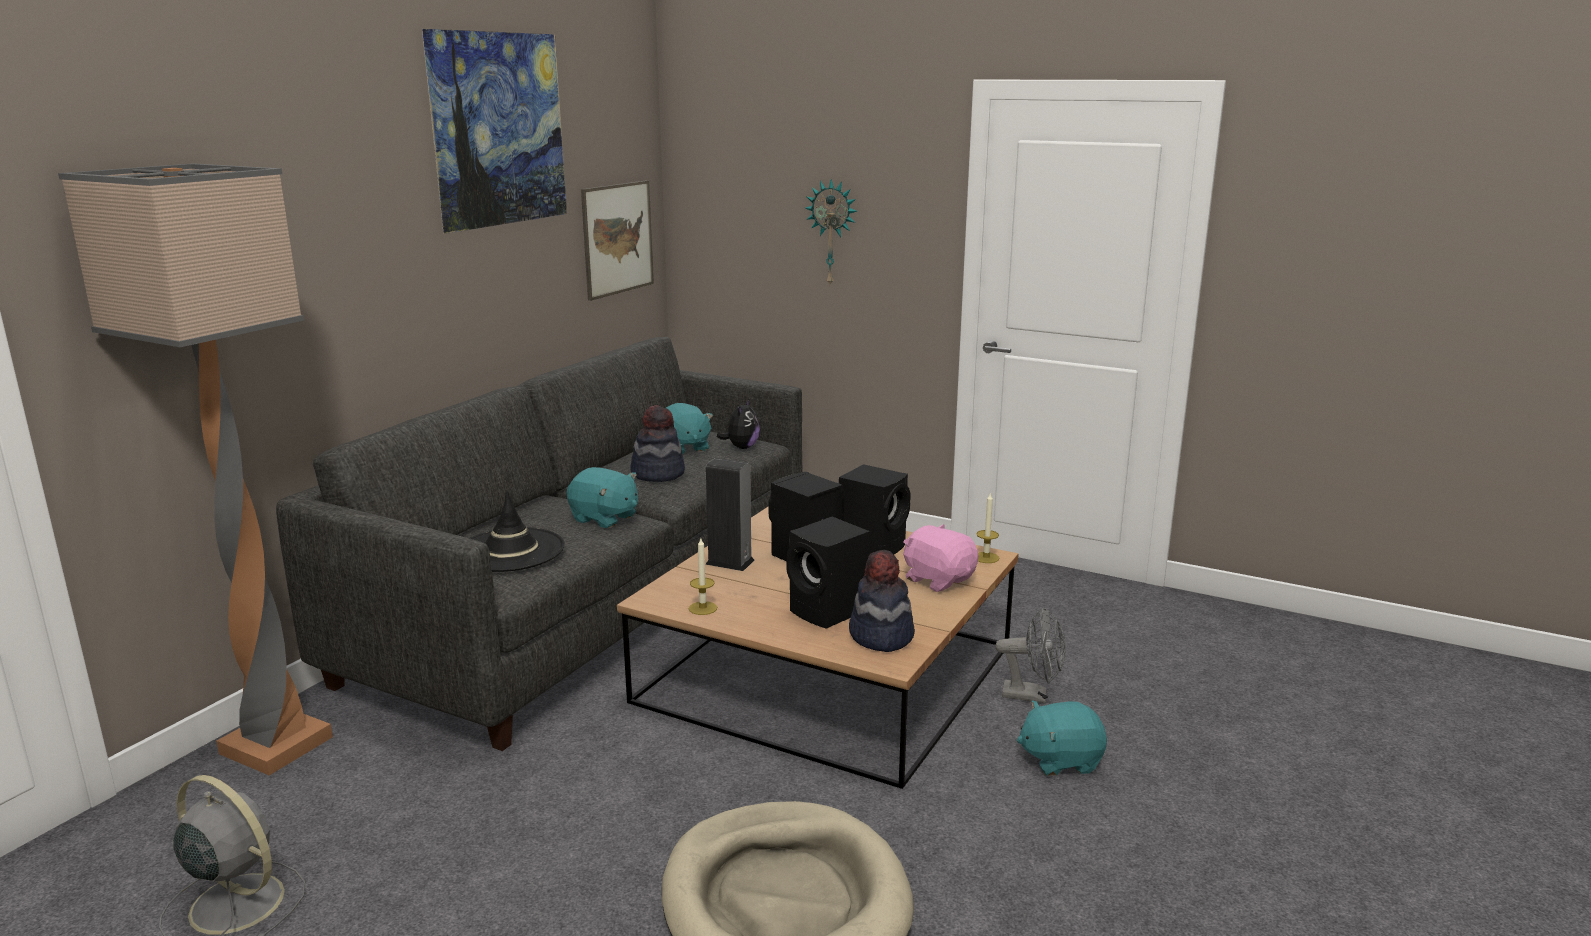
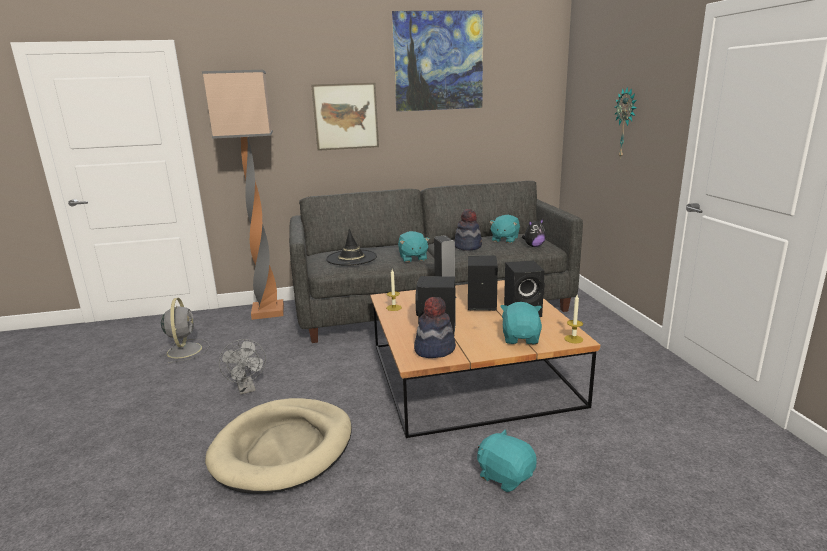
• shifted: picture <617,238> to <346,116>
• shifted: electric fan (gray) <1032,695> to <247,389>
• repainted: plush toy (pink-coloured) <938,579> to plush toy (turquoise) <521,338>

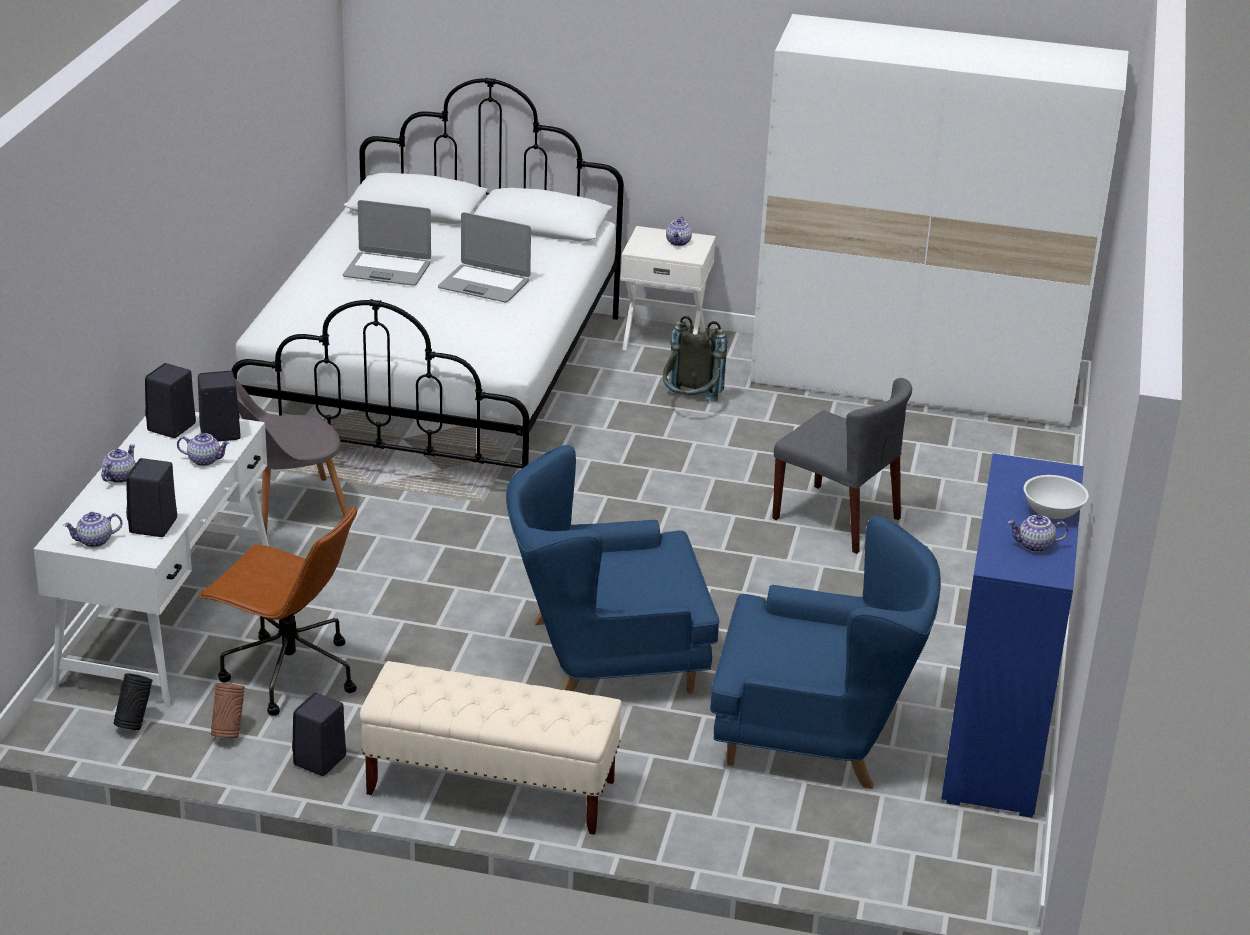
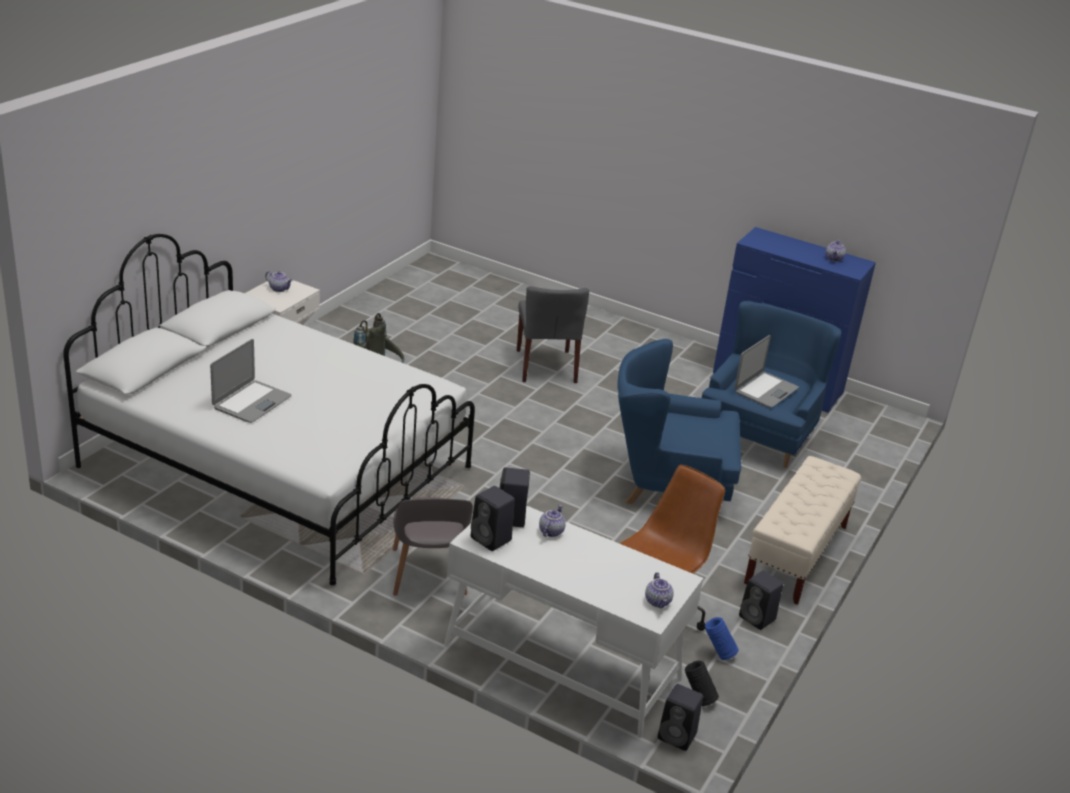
• gone: teapot <119,477>
• gone: armoire (white) <914,382>
• gone: deep dish (white) <1052,511>
• shifted: audio speaker (blackish) <153,526> to <678,736>
• shifted: portable computer <484,284> to <765,390>
• repainted: vase (brown) <229,733> to vase (blue-coloured) <718,654>
• rotated: lounge chair (blue-coloured) <606,657> = <668,481> 90 degrees clockwise
• rotated: upright chair (gray) <837,519> = <546,366> 120 degrees clockwise

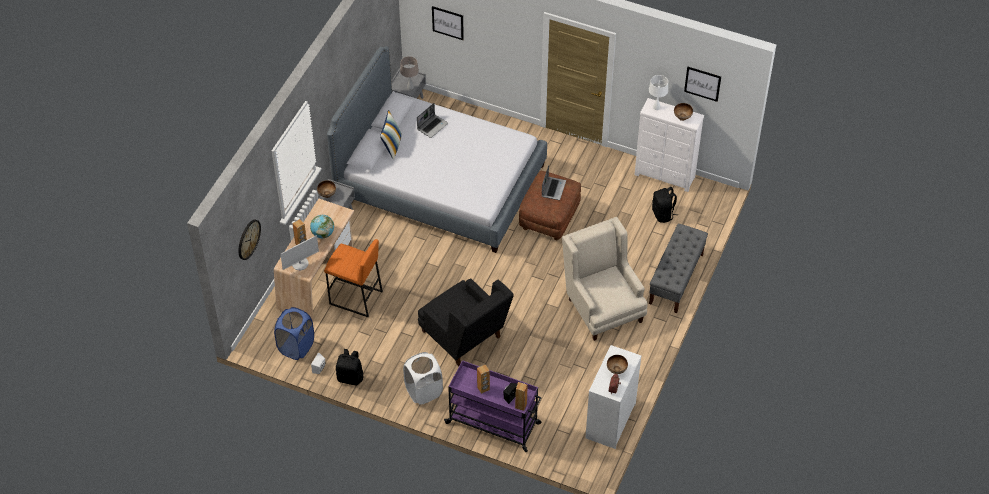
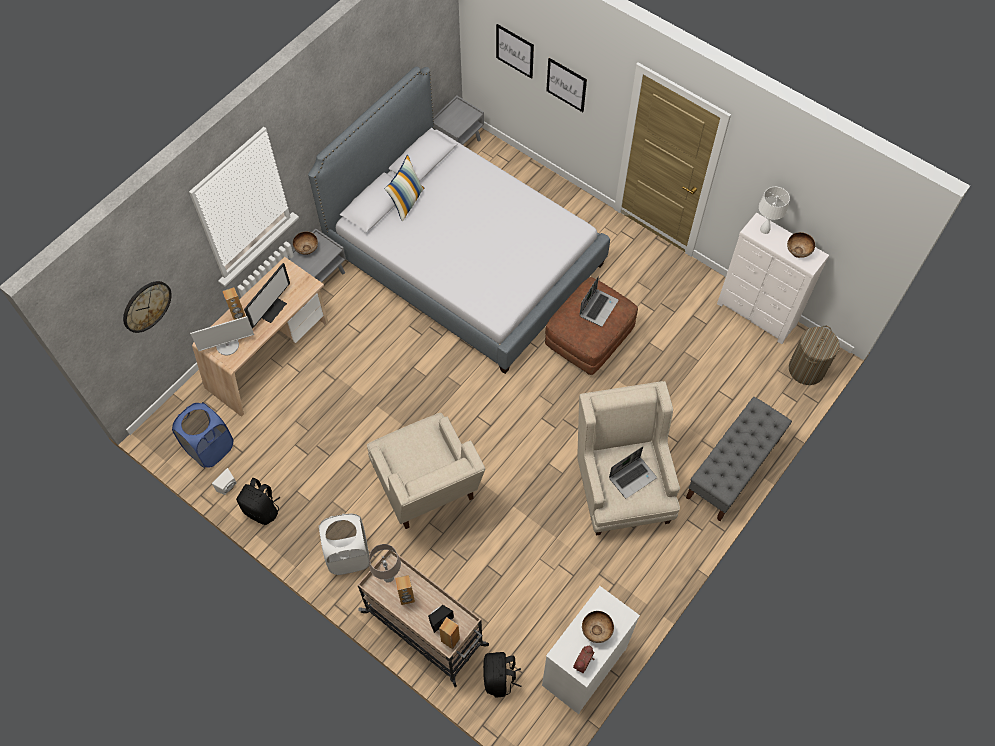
• gone: stool (orange) <355,298>
• new: washing basket <806,369>
• shifted: tabletop lamp (beige) <410,87> to <388,577>
• shifted: portable computer <432,126> to <632,477>
• shifted: backpack (blackish) <663,214> to <499,679>
• shifted: picture <702,83> to <566,84>
• swapped: world globe <323,234> to computer display <272,309>
• repainted: lounge chair (blackish) <465,338> to lounge chair (beige) <428,489>
• repainted: trolley (purplish) <494,423> to trolley (beige) <426,629>

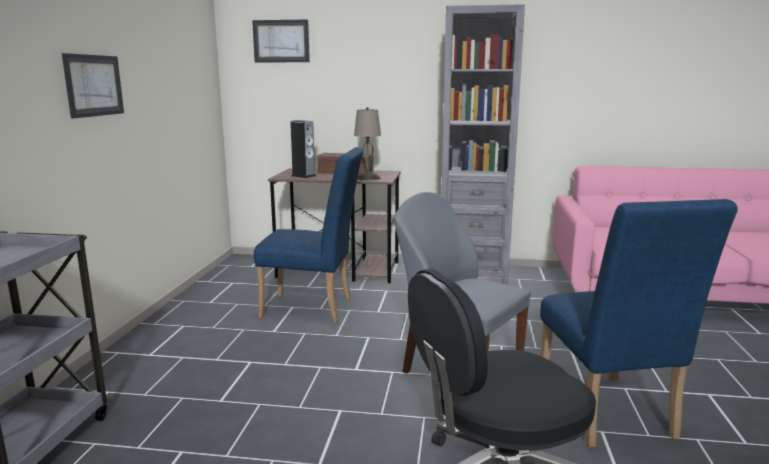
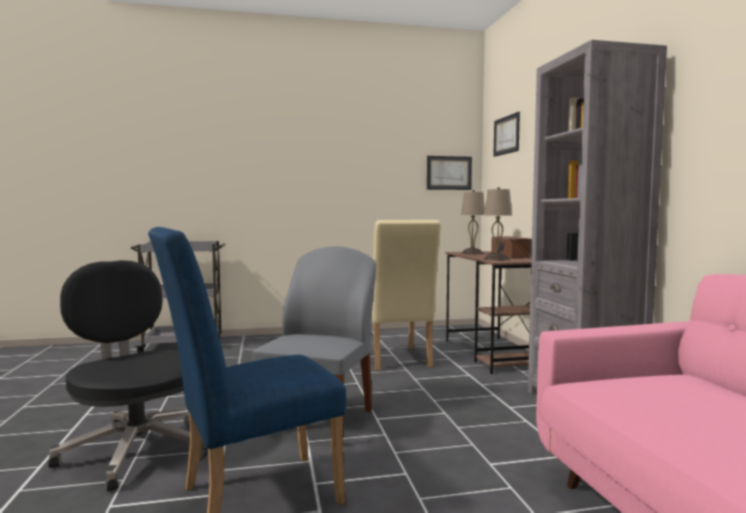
• shifted: picture <94,85> to <449,173>
• swapped: audio speaker <303,176> to tabletop lamp (beige) <472,253>
• repainted: upright chair (blue-coloured) <314,308> to upright chair (beige) <396,360>

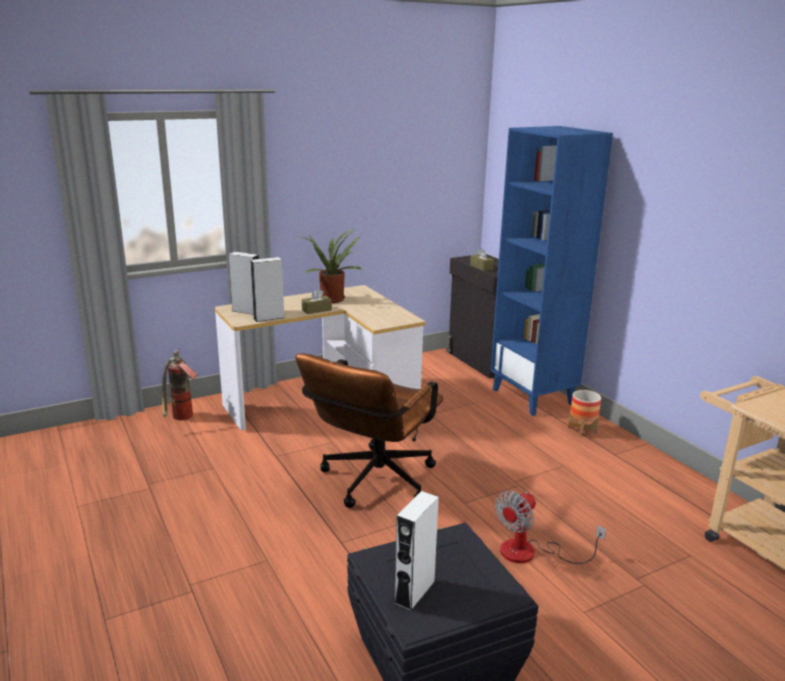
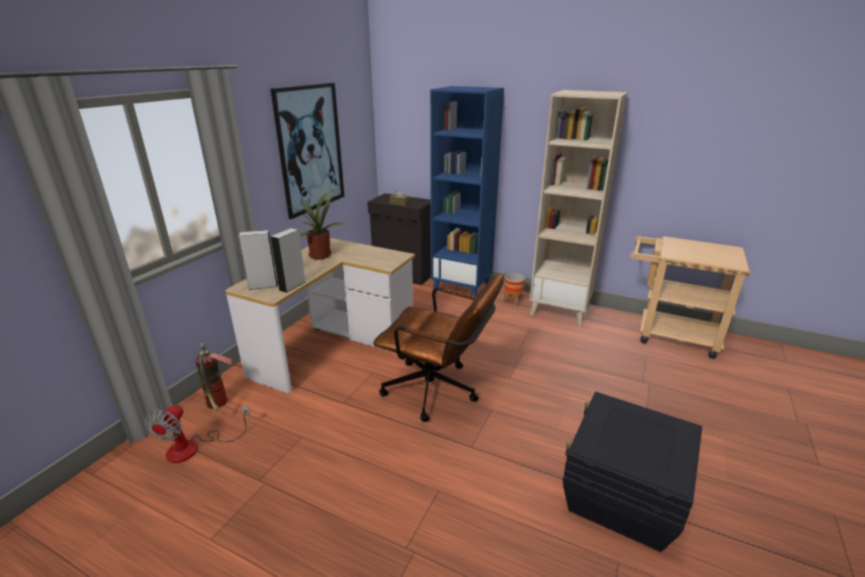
• gone: box of tissues (brown) <316,310>
• gone: audio speaker (white) <414,592>
• new: picture <310,149>
• new: shelving unit (beige) <560,311>
• shifted: electric fan <531,553> to <194,447>
• rotated: desk chair (brown) <372,483> = <438,391> 60 degrees counterclockwise

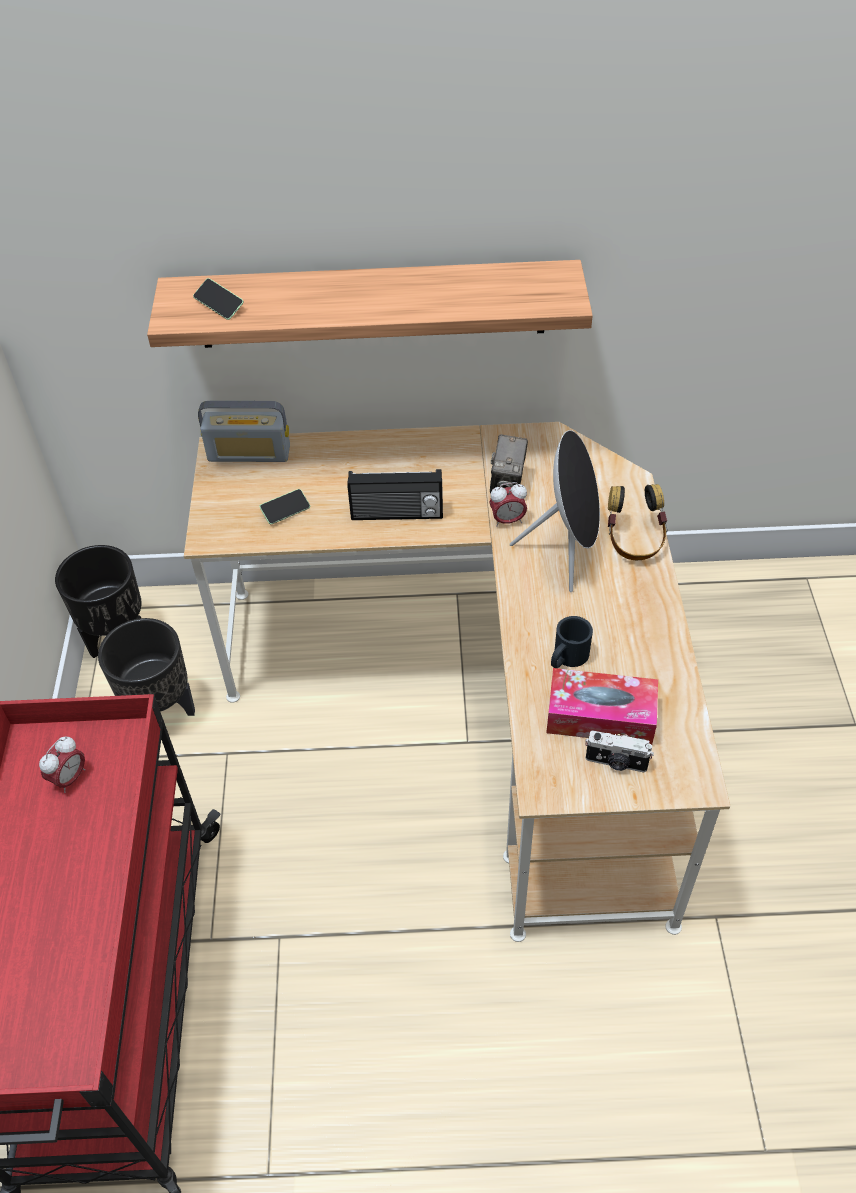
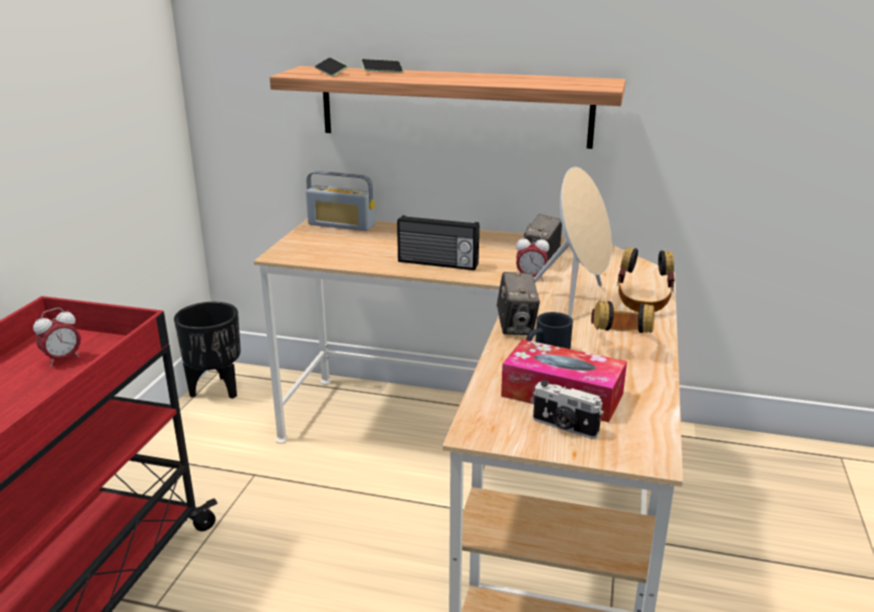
• gone: plant pot (blackish) <161,712>
• new: photo camera <516,327>
• new: headset <619,342>
• shifted: telephone <286,511> to <382,72>
• repainted: audio speaker (blackish) <566,552> to audio speaker (beige) <575,300>

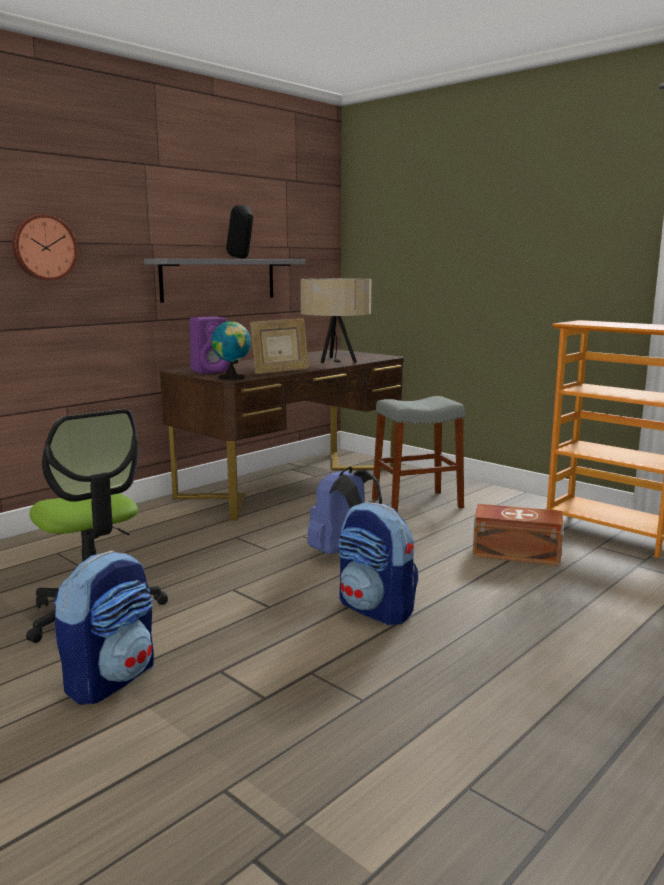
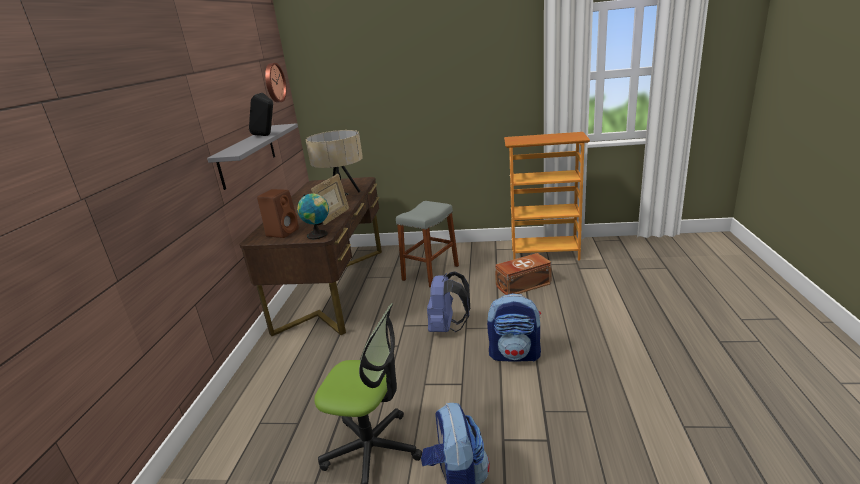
• shifted: clock on the wall <44,247> to <274,83>
• repainted: audio speaker (purplish) <211,371> to audio speaker (brown) <283,232>

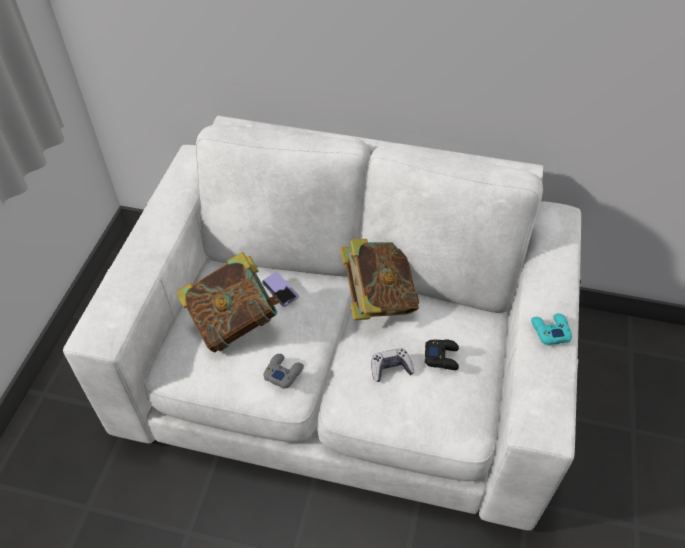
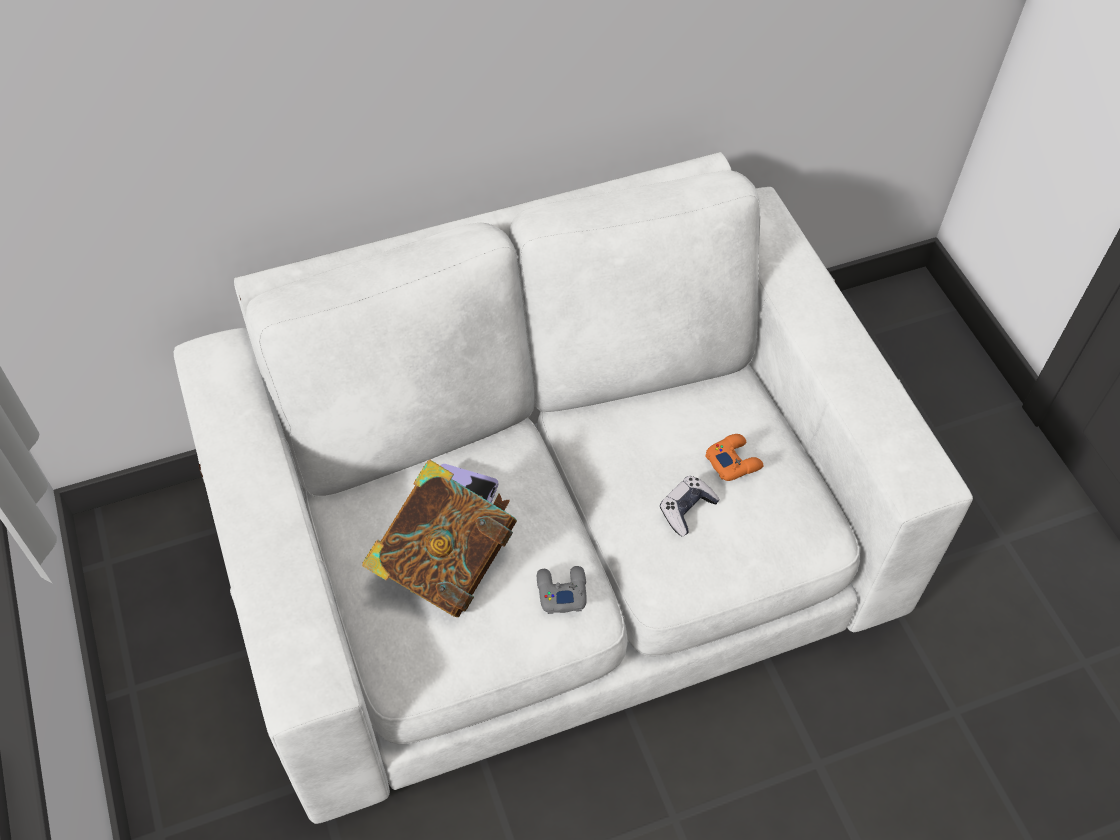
• gone: book <378,298>
• gone: game controller (turquoise) <550,331>
• repainted: game controller (blackish) <442,357> to game controller (orange) <733,461>

